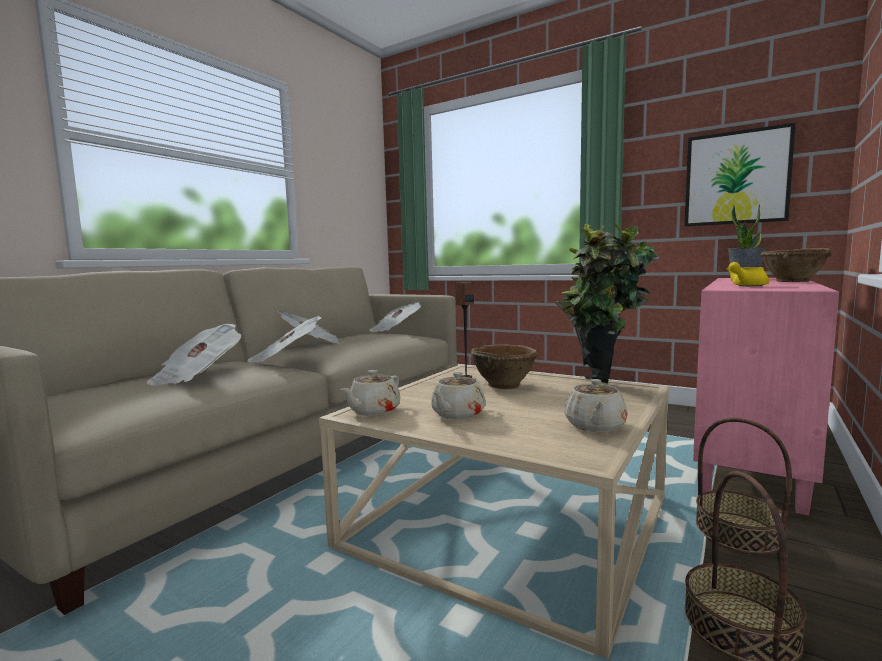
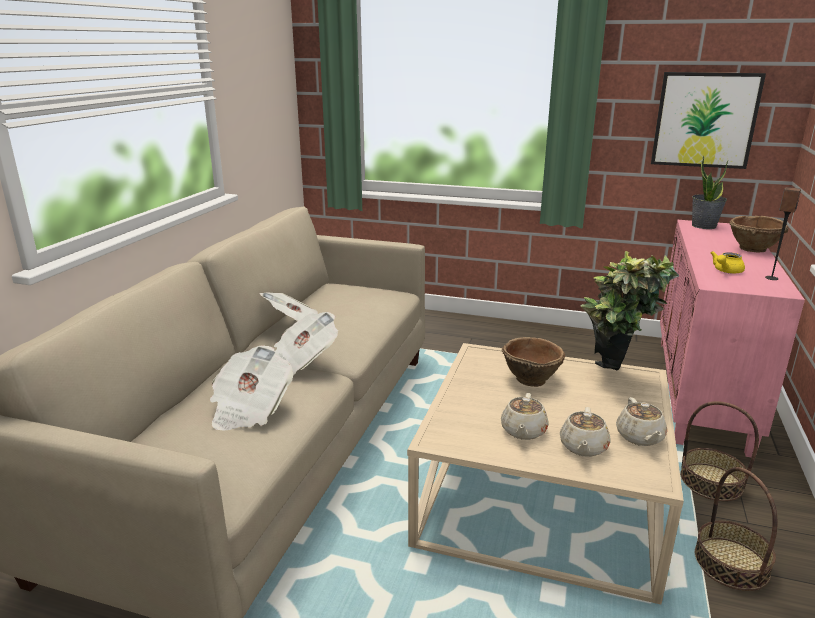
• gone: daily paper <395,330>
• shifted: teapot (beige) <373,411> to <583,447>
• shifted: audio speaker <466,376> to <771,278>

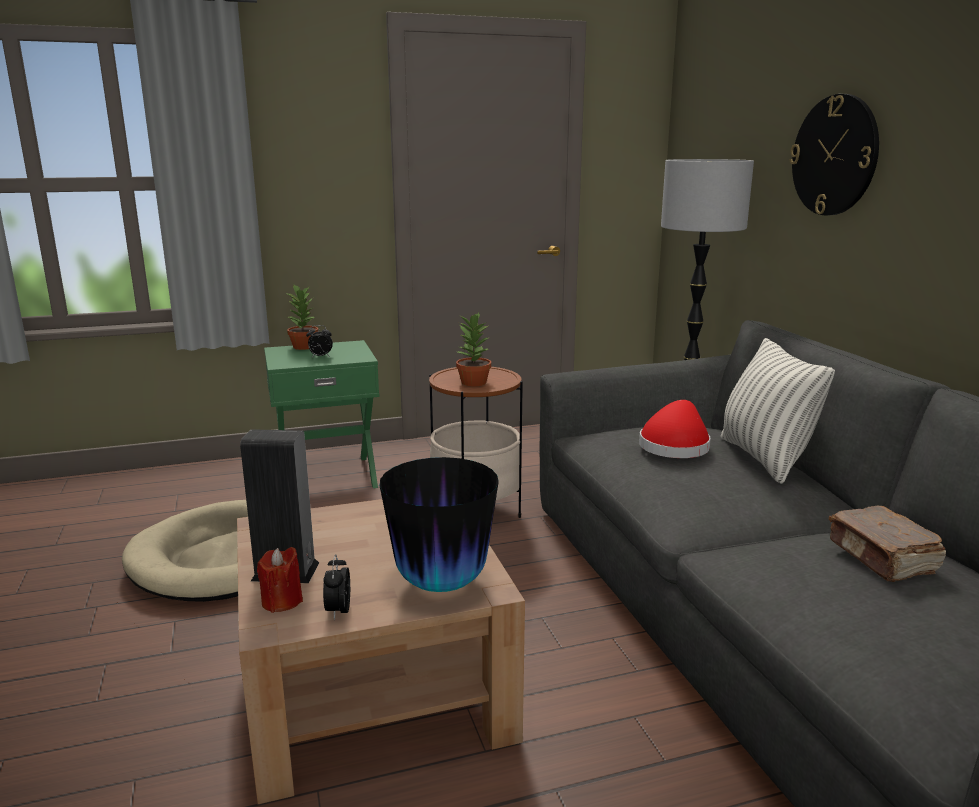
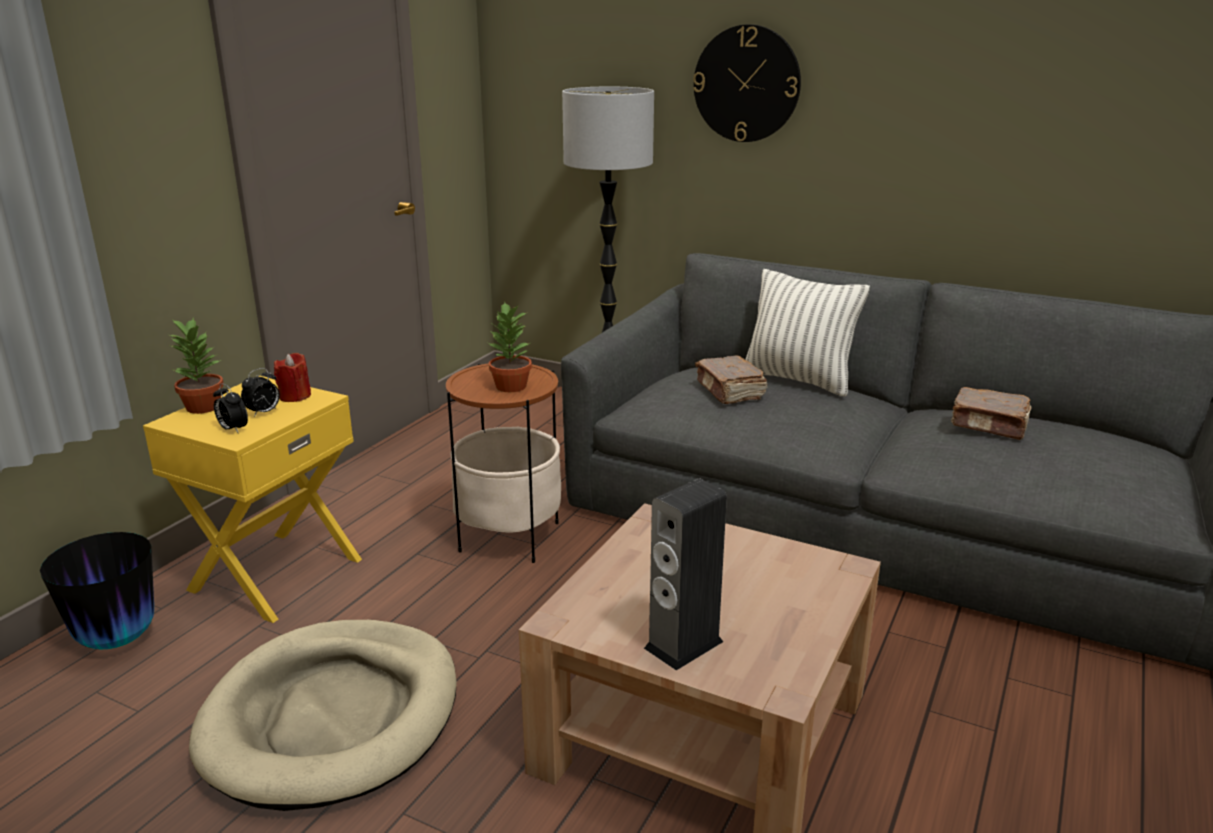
• shifted: candle (reddish) <282,601> to <295,396>
• shifted: alarm clock <338,610> to <233,429>
• shifted: vase <441,583> to <117,639>
• swapped: hat (reddish) <674,445> to book (brown) <729,391>
• repainted: night table (greenish) <328,476> to night table (yellow) <274,574>

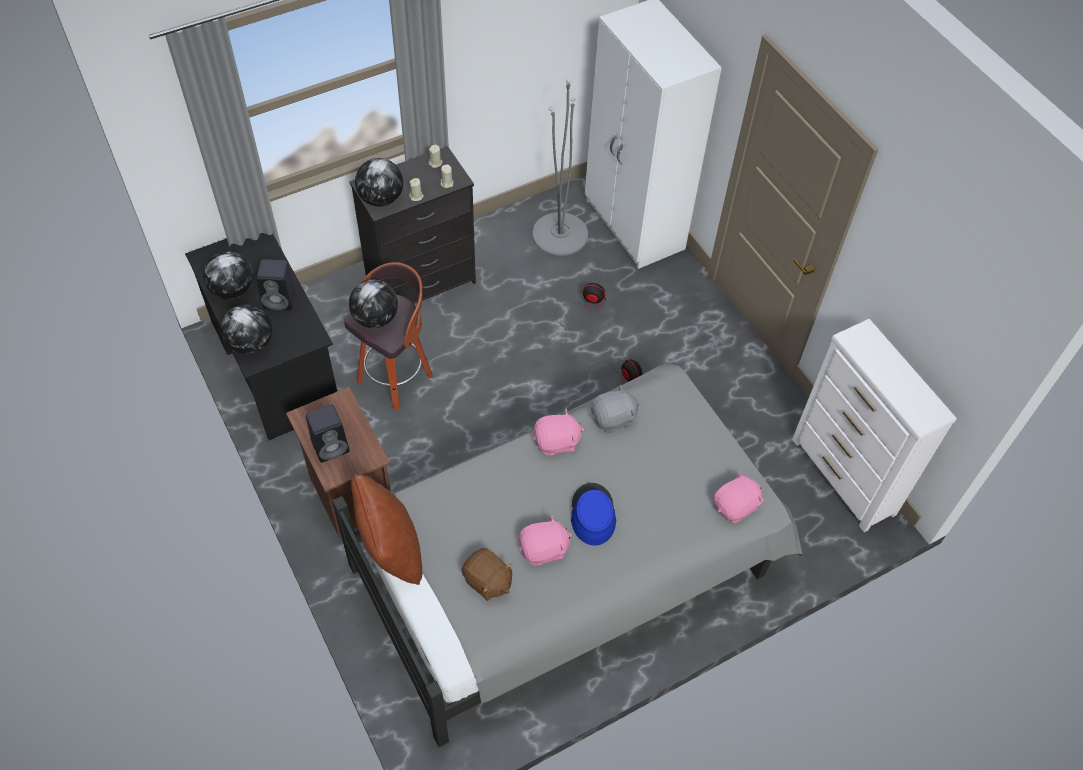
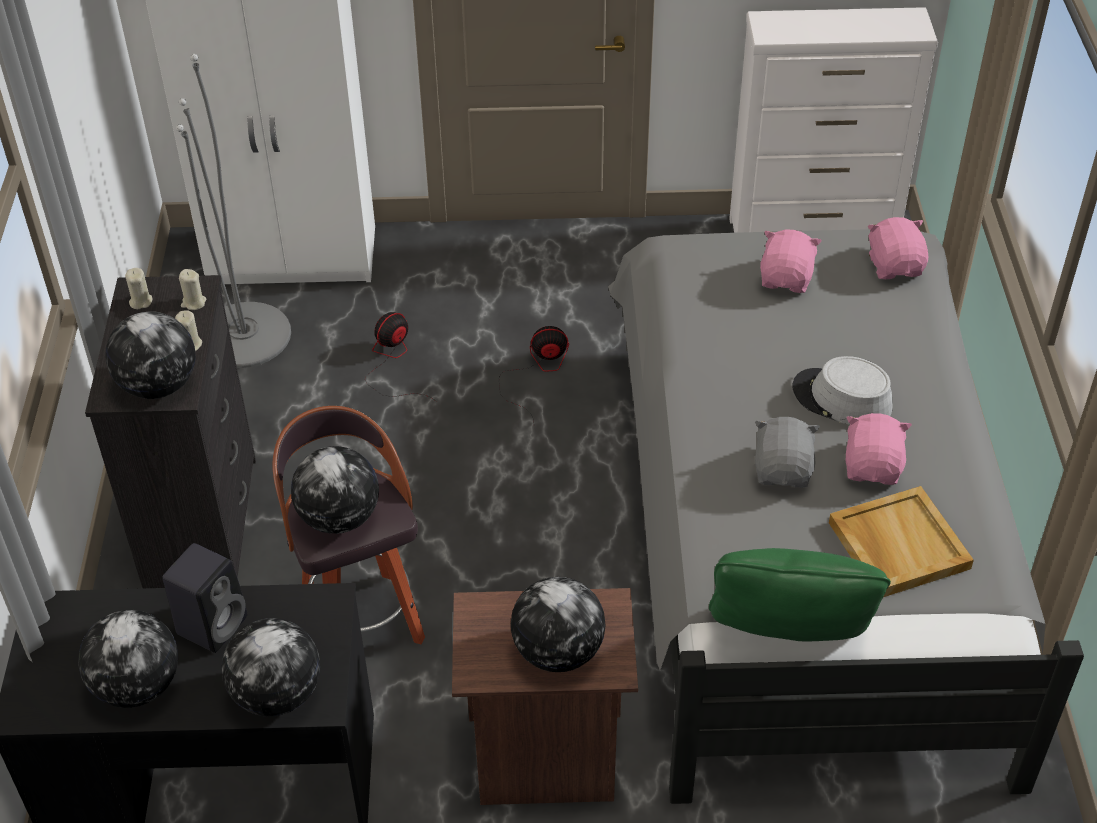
• shifted: plush toy (pink-coloured) <557,442> to <786,279>
• shifted: plush toy (gray) <613,418> to <783,470>
• swapped: audio speaker (blackish) <331,446> to world globe <557,651>
• swapped: plush toy (brown) <487,581> to carrying tray (beige) <897,545>
• repainted: cushion (brown) <391,550> to cushion (greenish) <788,642>
• repainted: hat (blue-coloured) <592,514> to hat (gray) <841,398>

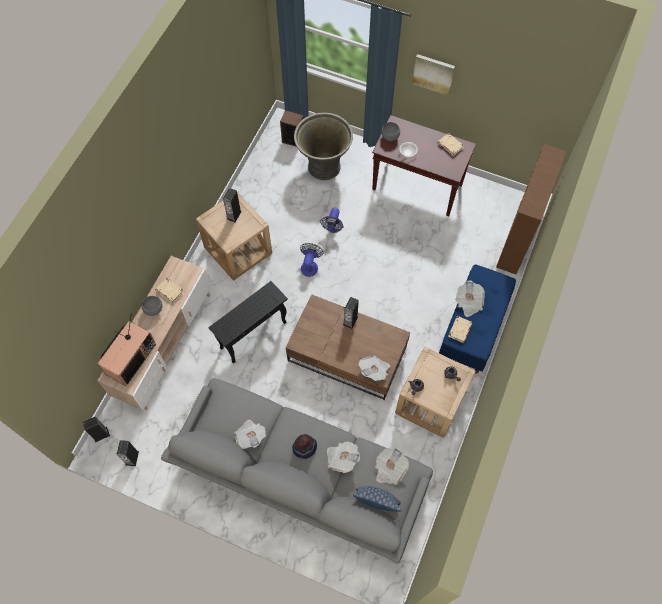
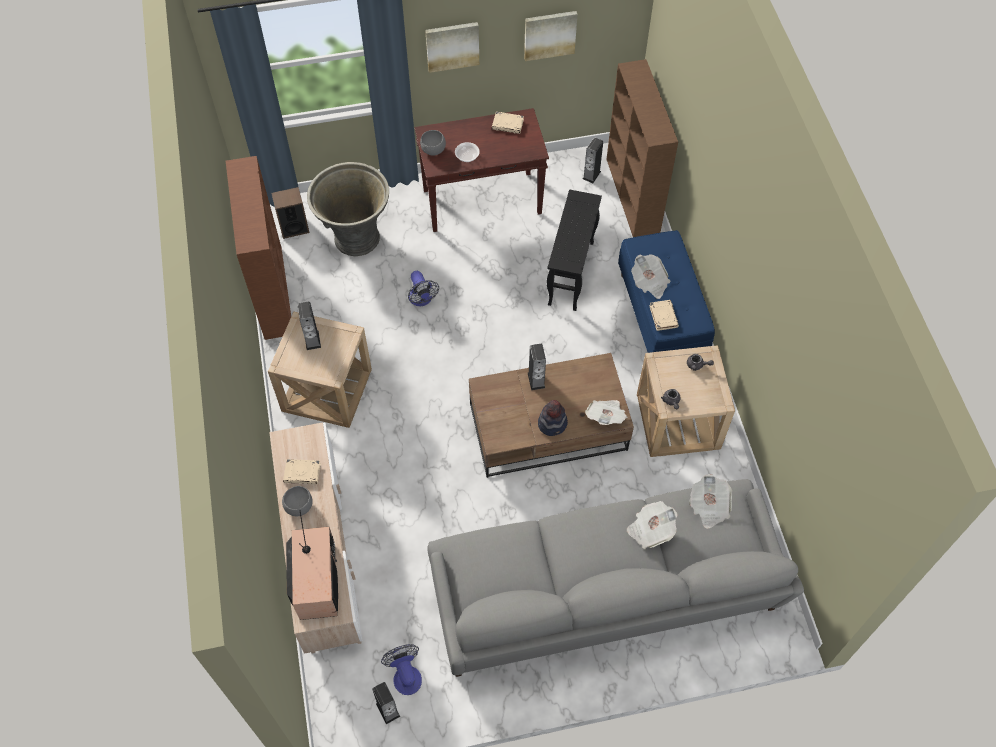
• gone: daily paper <250,436>
• gone: cushion <377,502>
• new: shelving unit (brown) <272,291>
• new: picture <549,34>
• shifted: audio speaker <101,434> to <591,175>
• shifted: side table (blackish) <253,335> to <571,273>
• shifted: hat <304,448> to <553,423>
• shifted: electric fan <310,265> to <405,675>

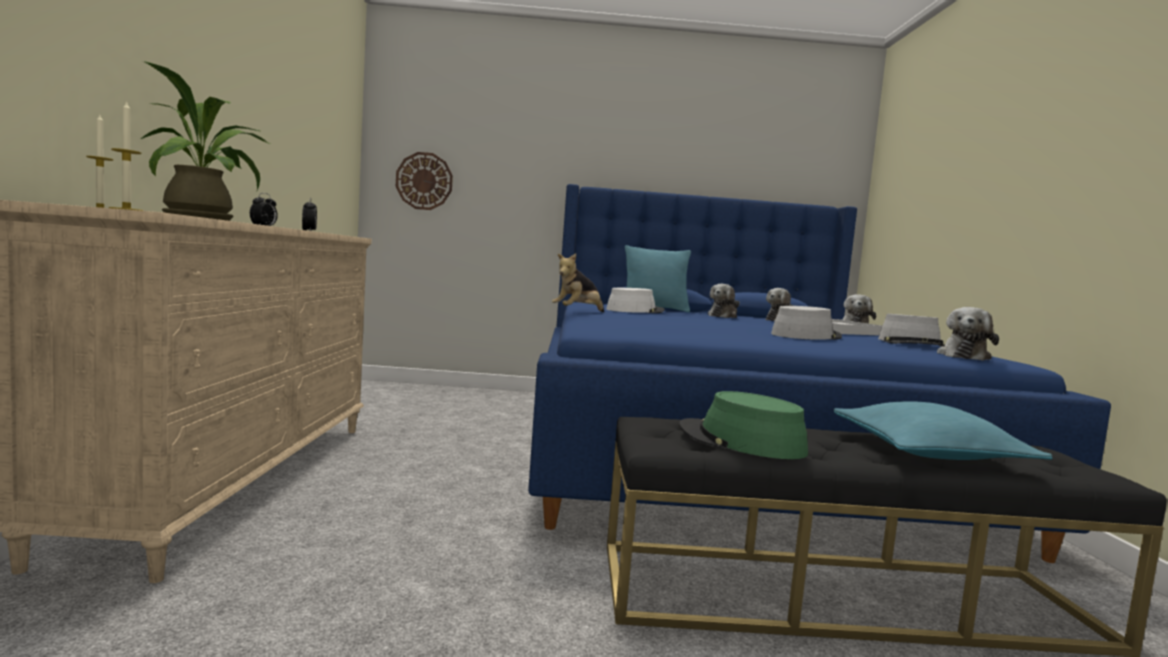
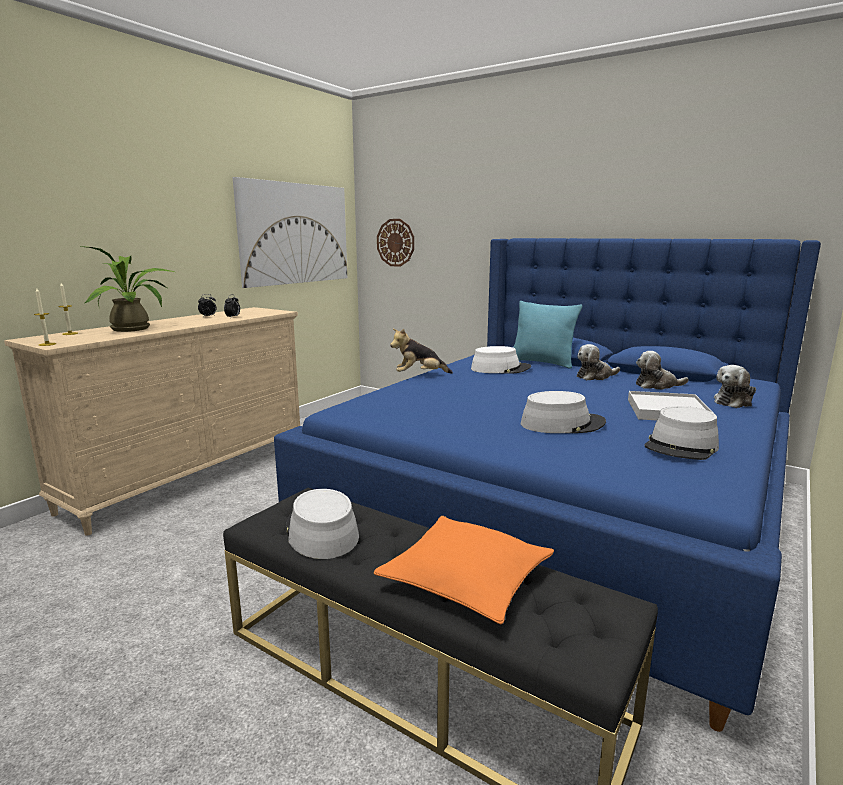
• gone: plush toy <964,356>
• new: picture <295,234>
• repainted: hat (greenish) <740,441> to hat (gray) <321,531>
• repainted: cushion (turquoise) <928,453> to cushion (orange) <466,580>

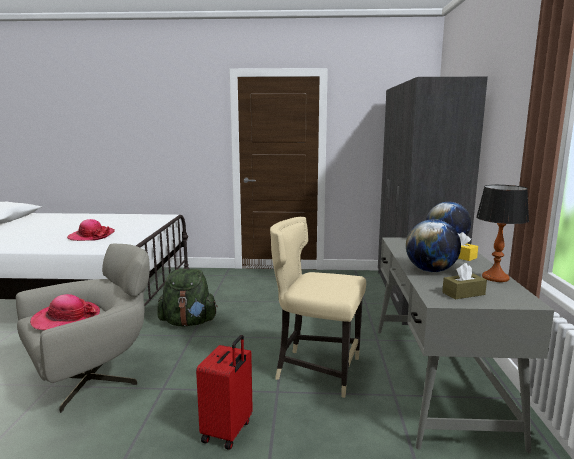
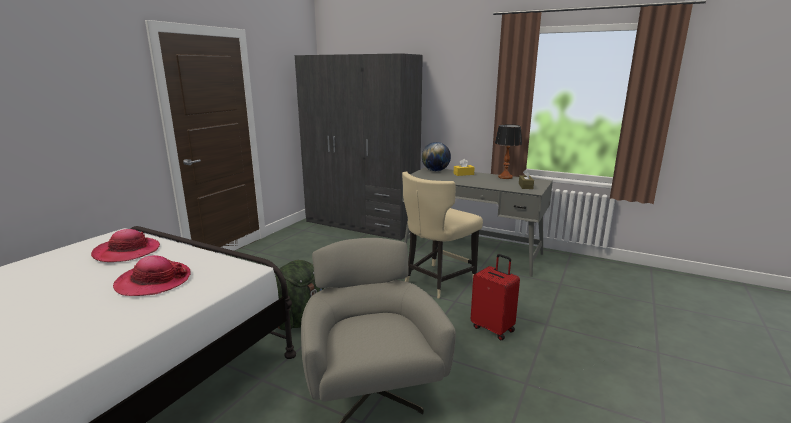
• gone: world globe <431,270>
• shifted: hat <66,319> to <127,252>

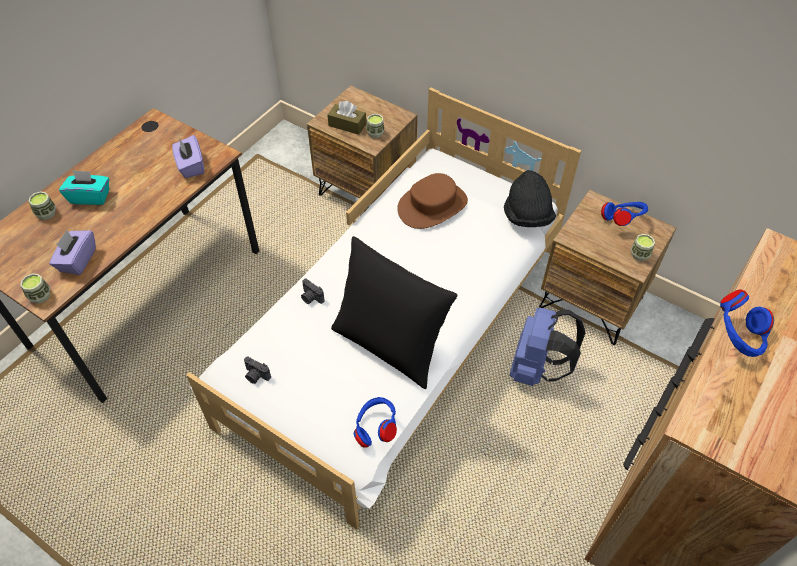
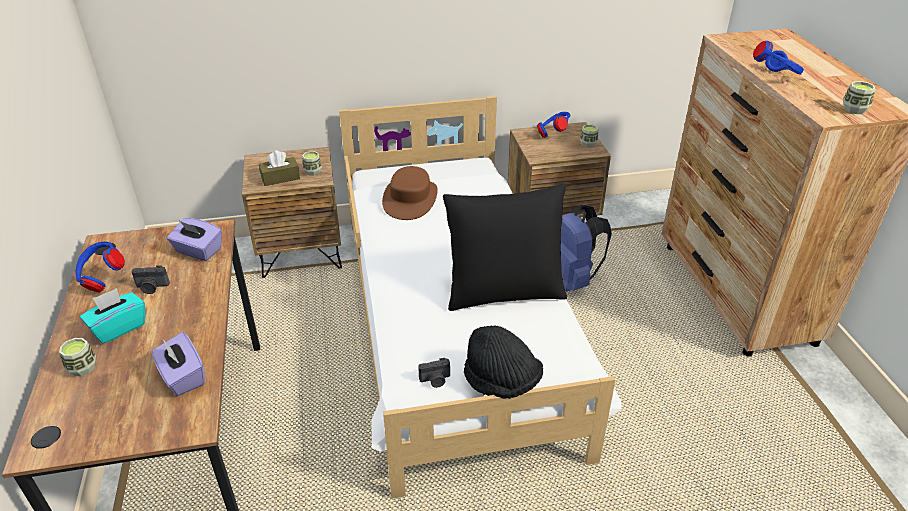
• shifted: small cup <40,296> to <854,109>
• shifted: photo camera <311,298> to <152,287>
• shifted: headset (blue-coloured) <375,429> to <102,279>
• shifted: hat (blackish) <527,216> to <501,382>

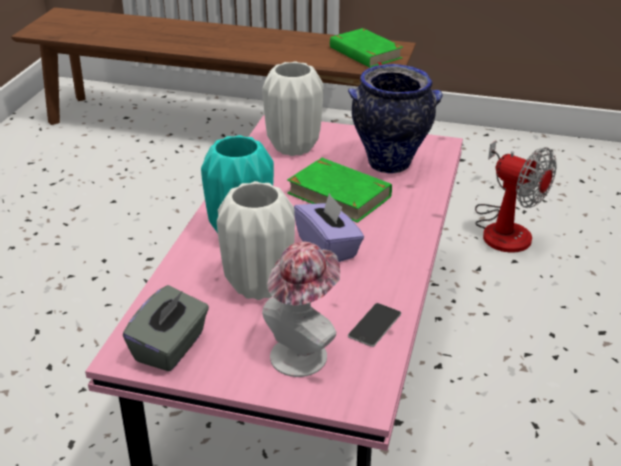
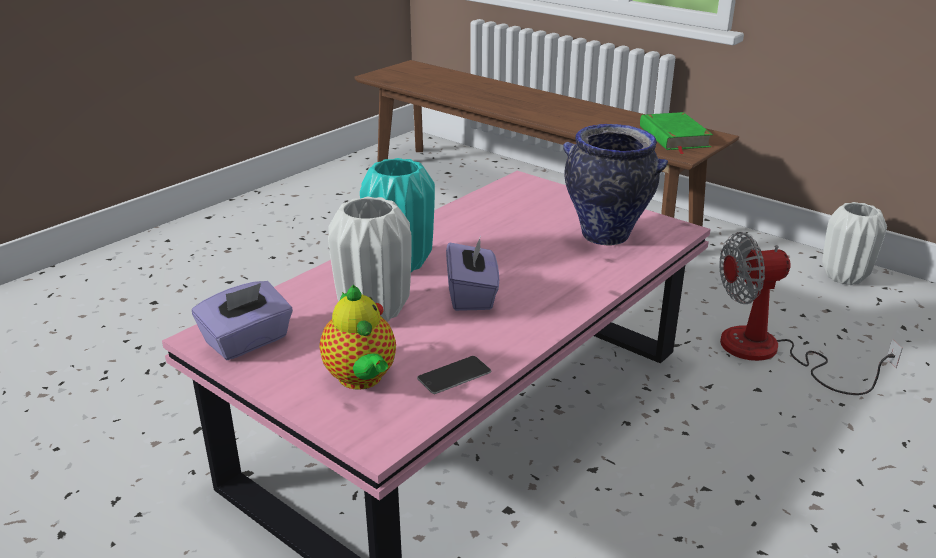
• gone: book (greenish) <339,194>
• shifted: vase (white) <294,147> to <845,277>
• swapped: hat <303,352> to teapot <362,379>
• repainted: box of tissues (gray) <170,347> to box of tissues (purplish) <248,341>
• rotated: electric fan <504,228> = <769,353> 105 degrees clockwise

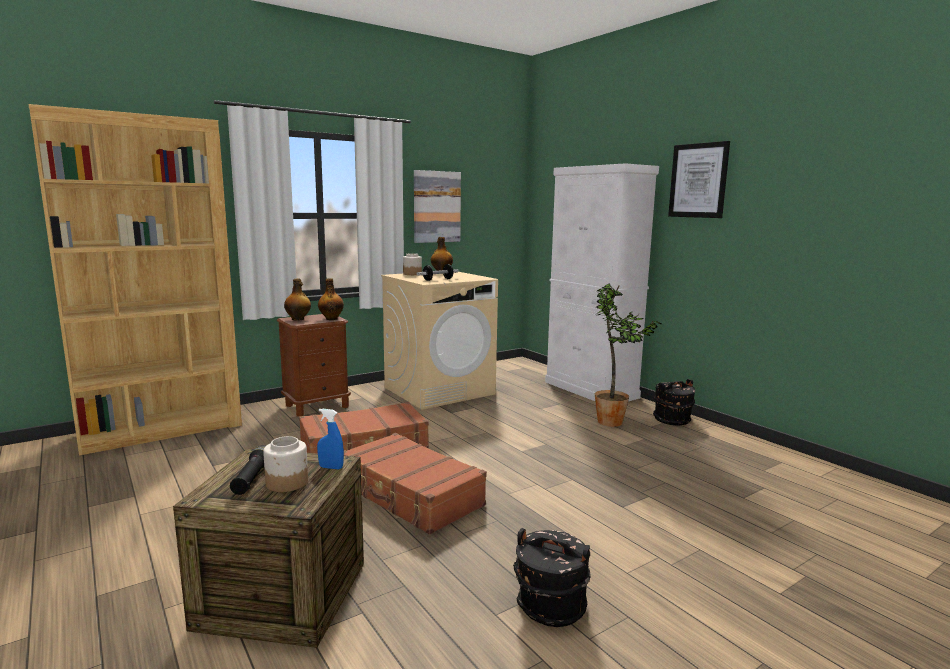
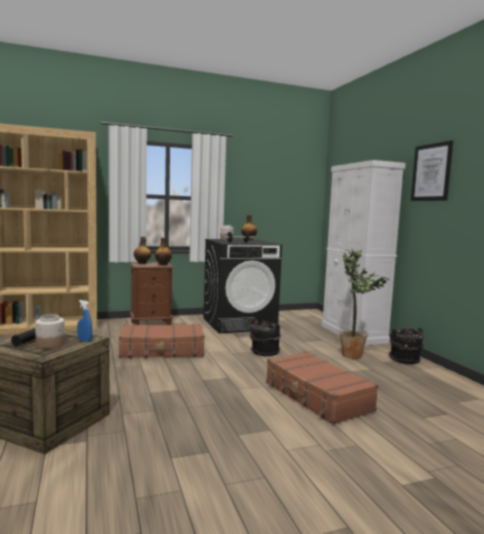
• gone: picture <436,207>
• shifted: suitcase (brown) <410,495> to <317,397>
• shifted: bucket (blackish) <550,607> to <264,352>
• repainted: laundry machine (beige) <439,390> to laundry machine (blackish) <239,323>

